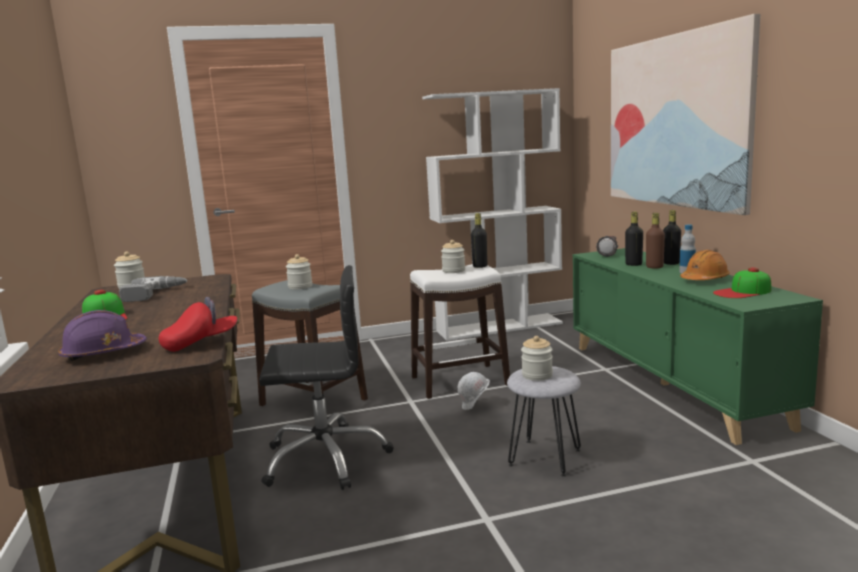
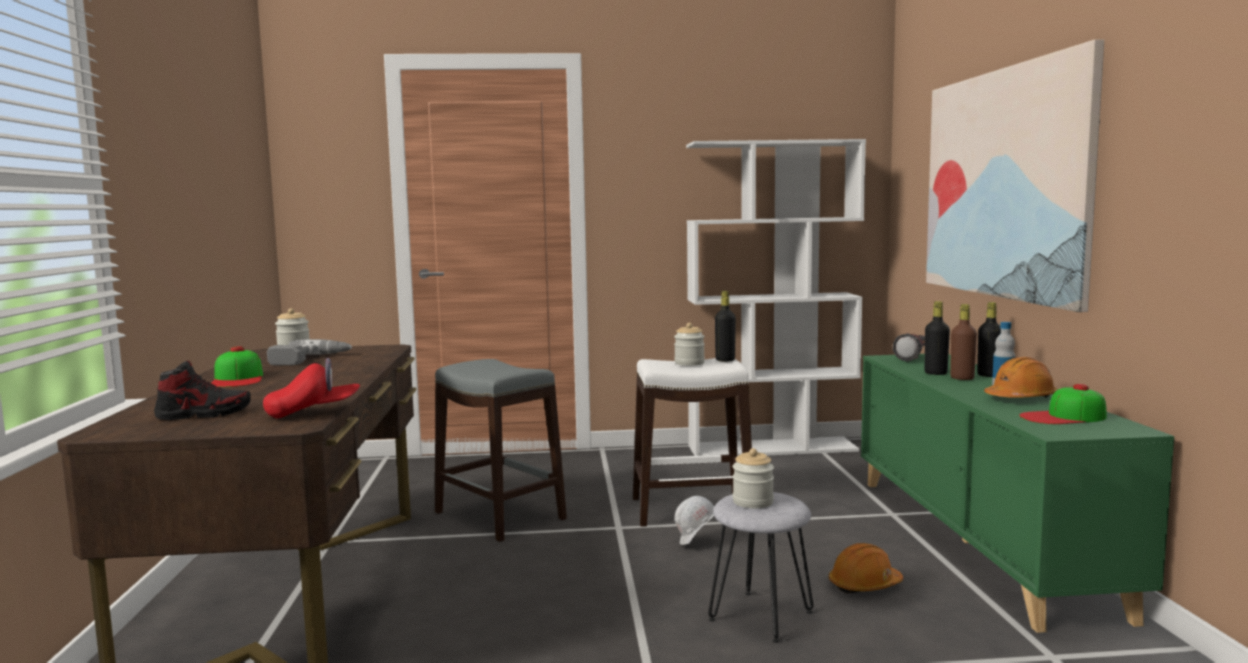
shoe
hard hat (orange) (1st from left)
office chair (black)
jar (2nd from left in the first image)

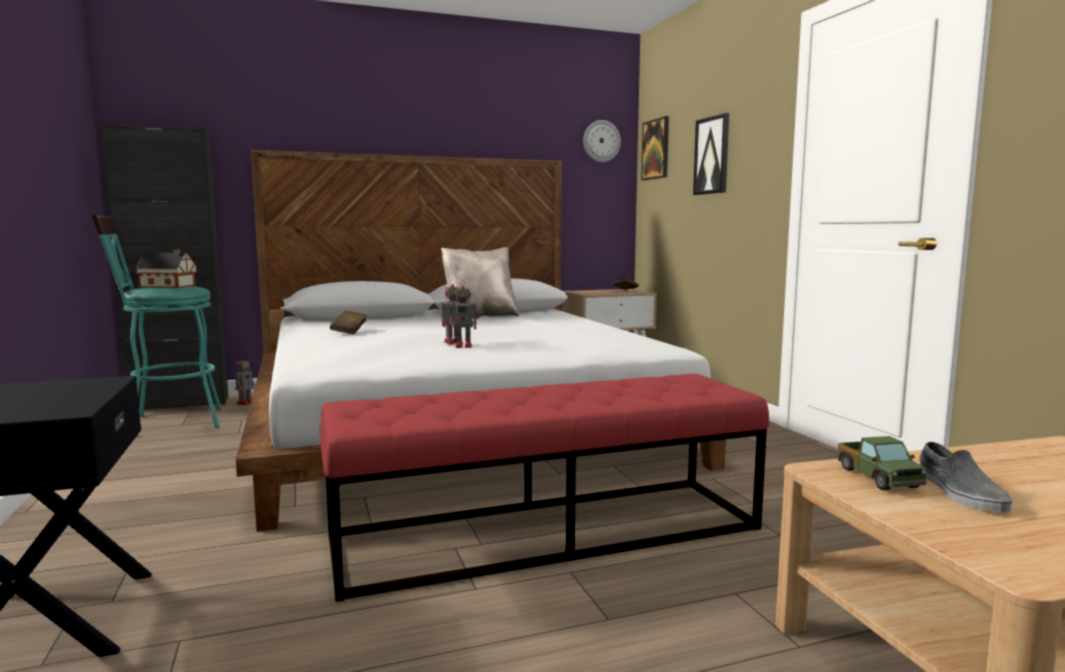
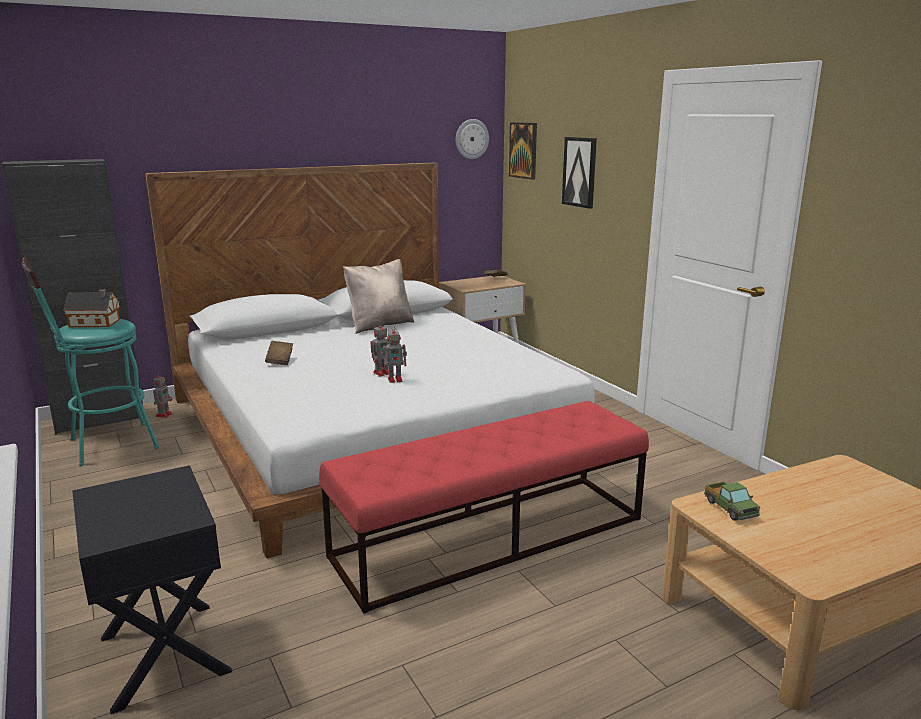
shoe (grey)

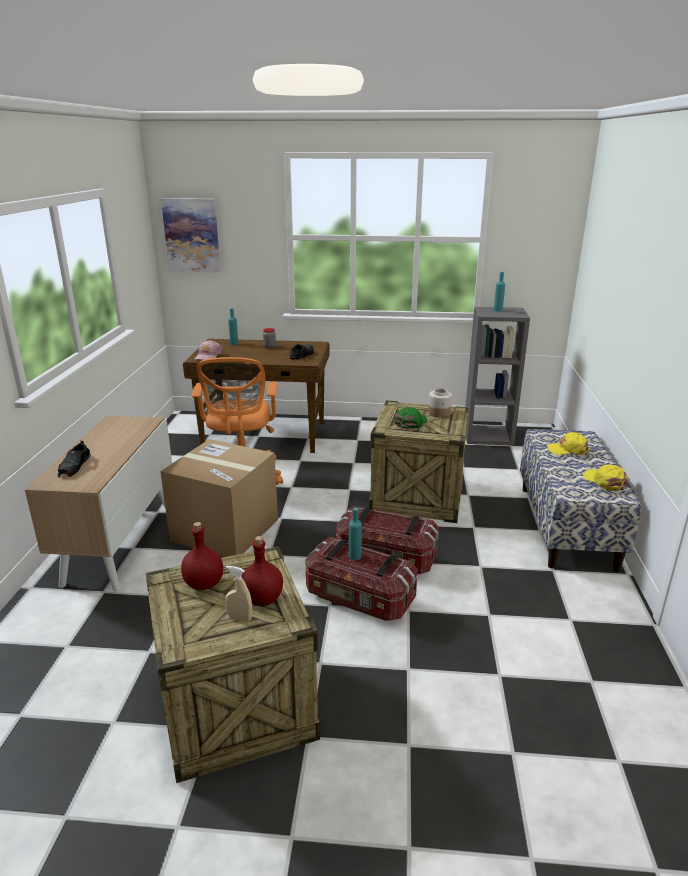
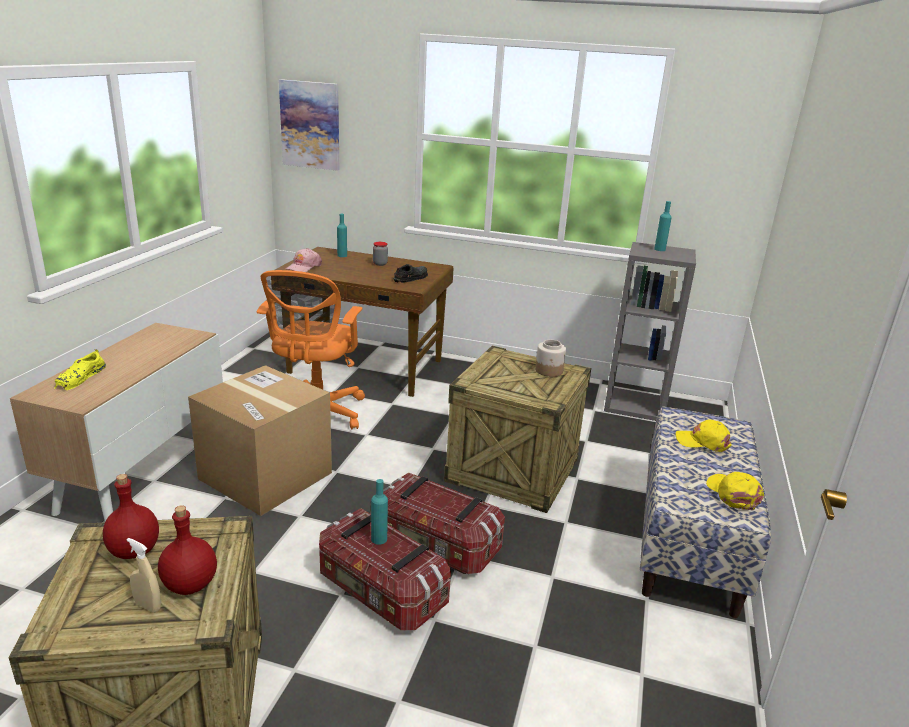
shoe (yellow)
cap (green)

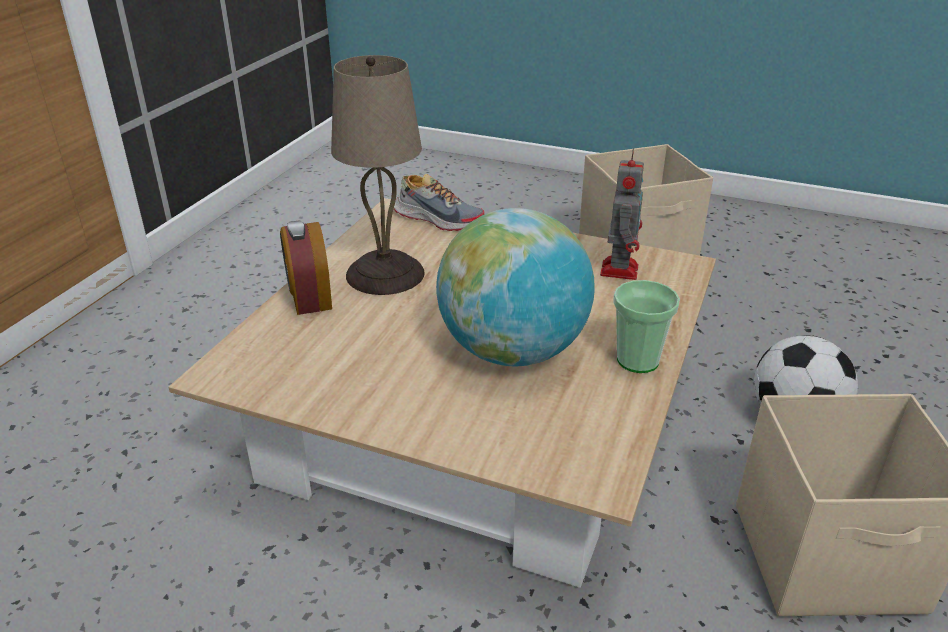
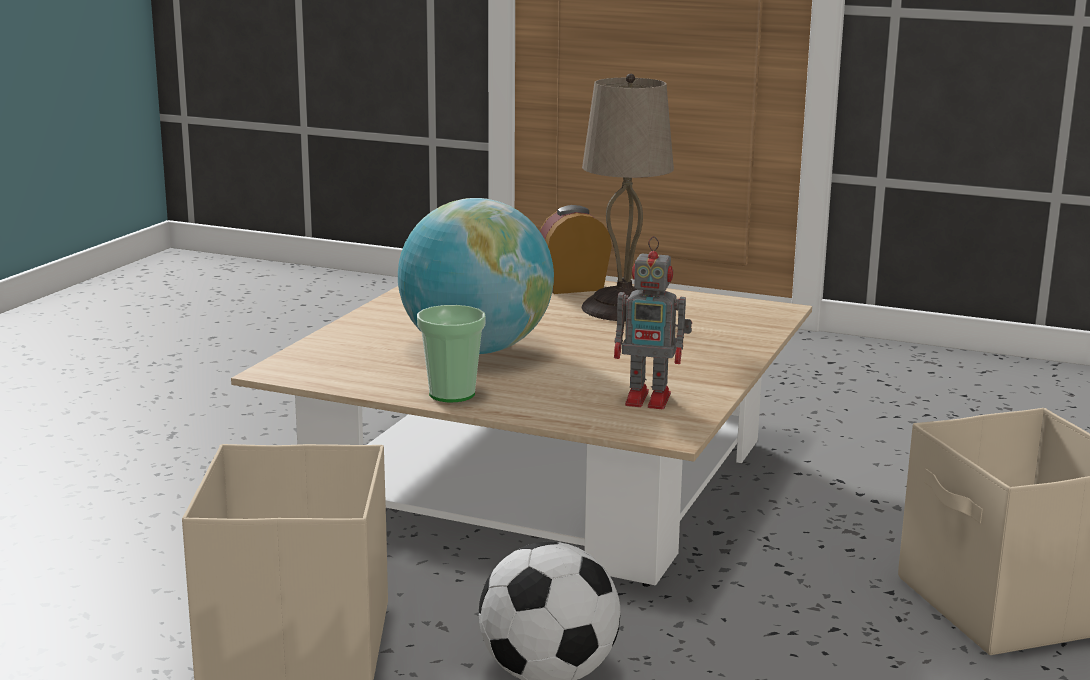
shoe

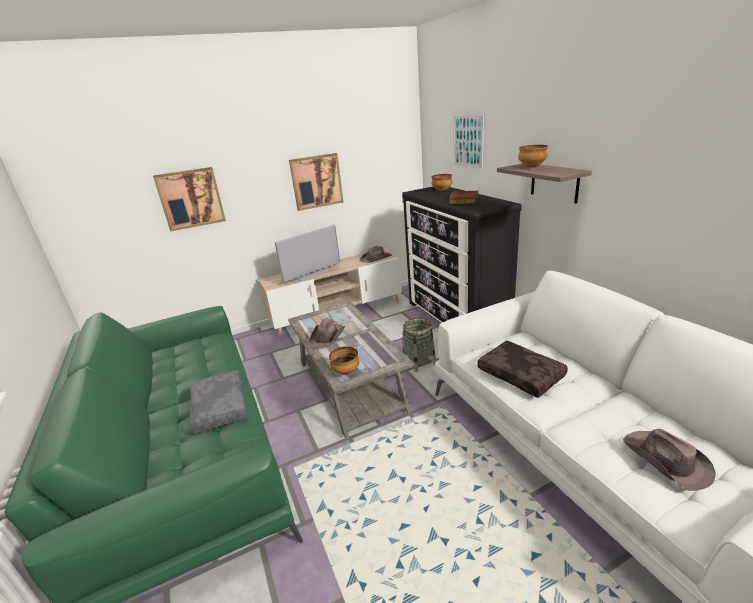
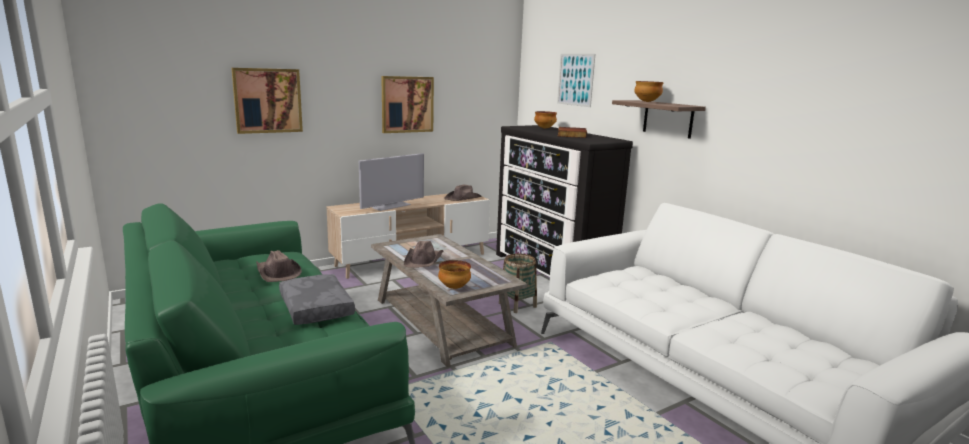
hat (brown) (1st from left)
pillow (brown)

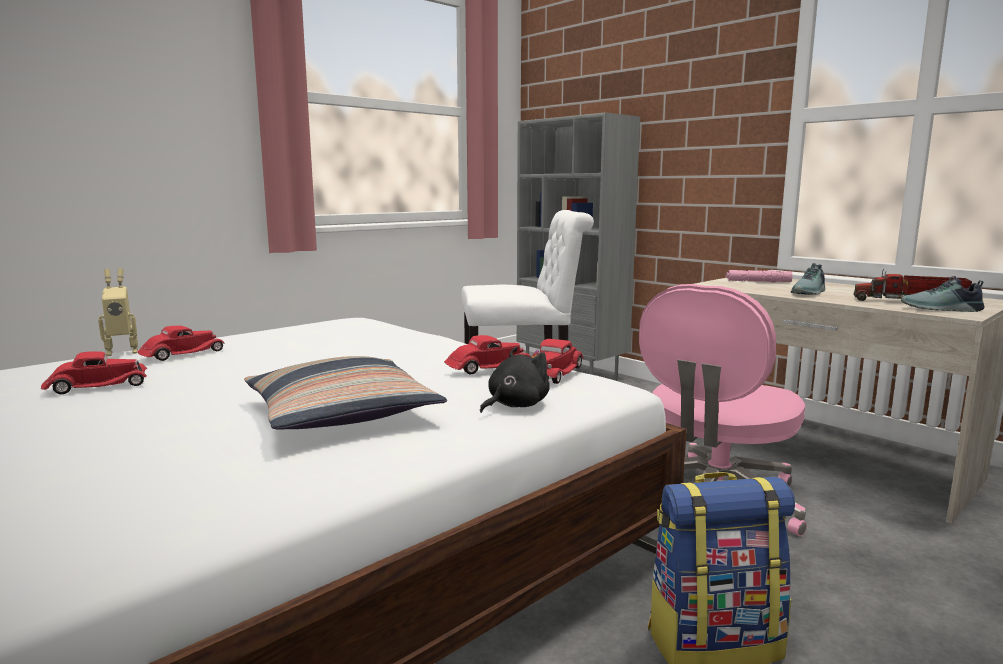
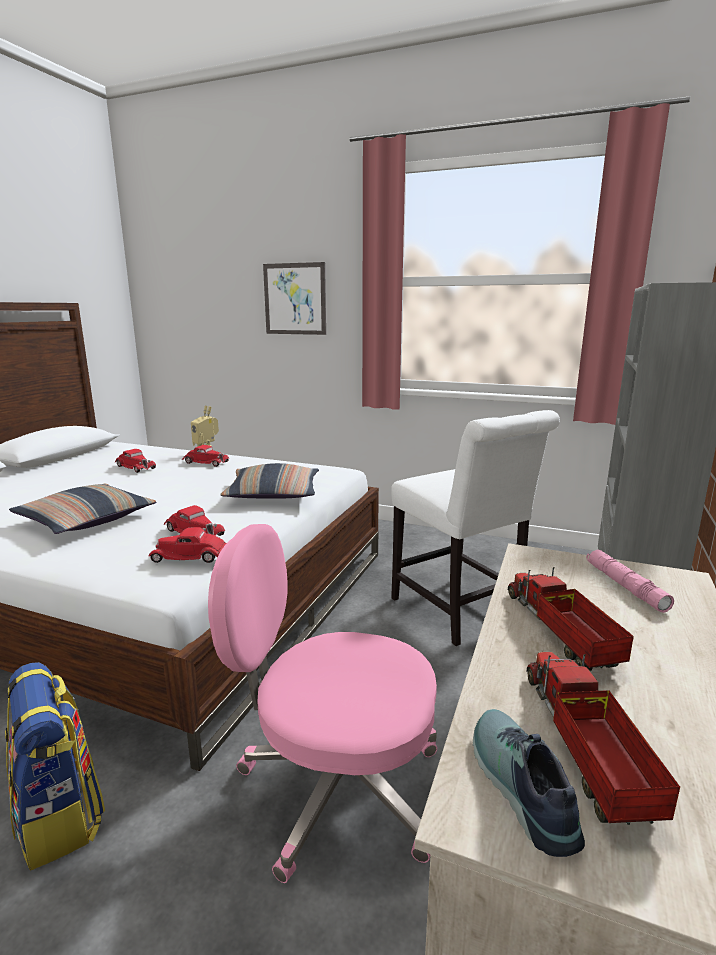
pillow (2nd from left)
picture
toy truck (1st from left)
plush toy (black)

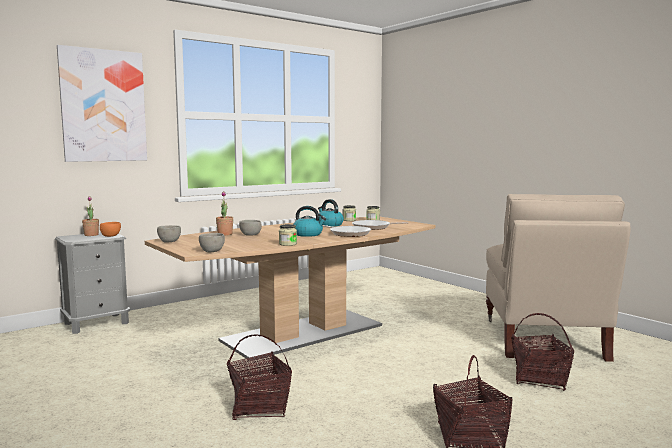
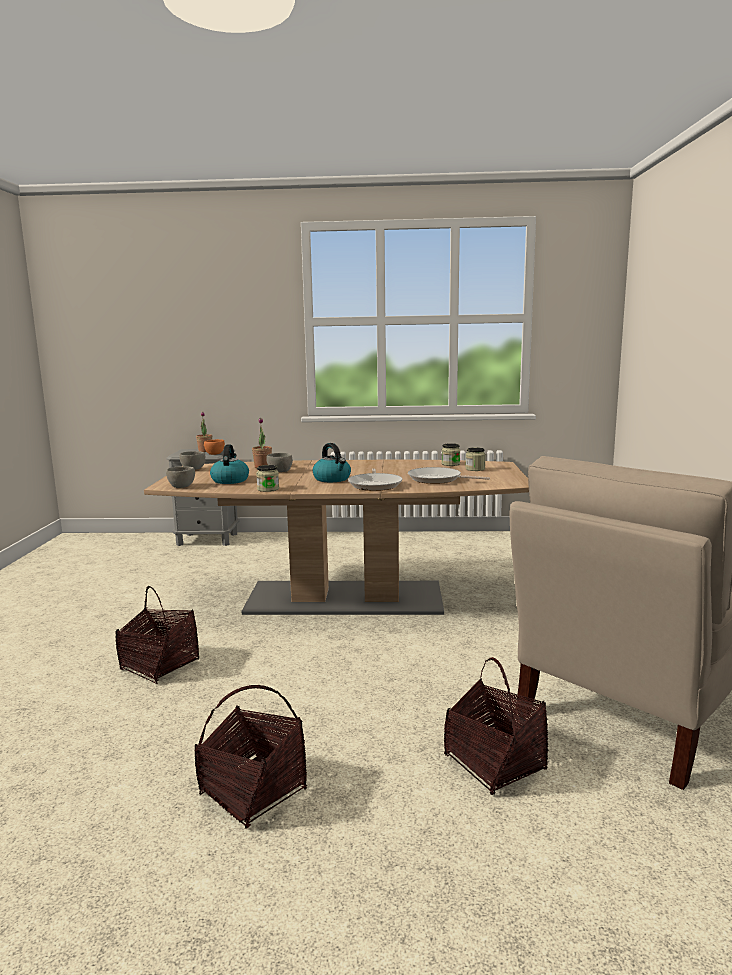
kettle (1st from left)
picture

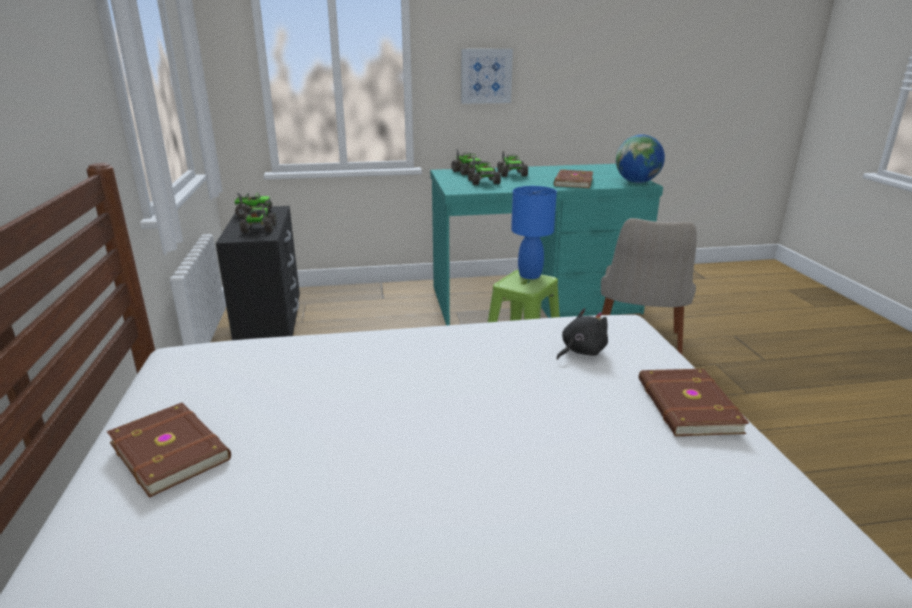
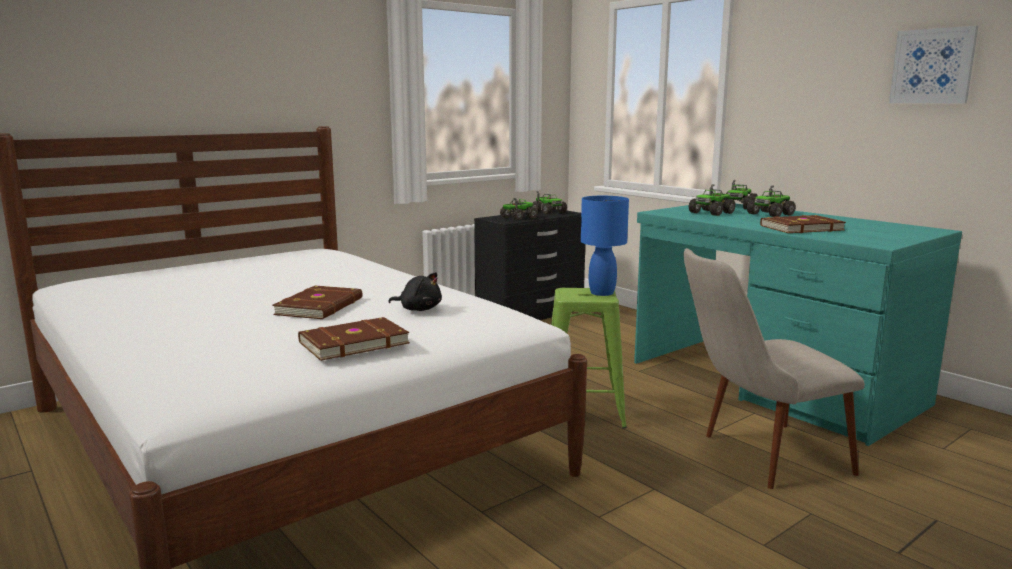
book (brown) (1st from left)
picture
globe

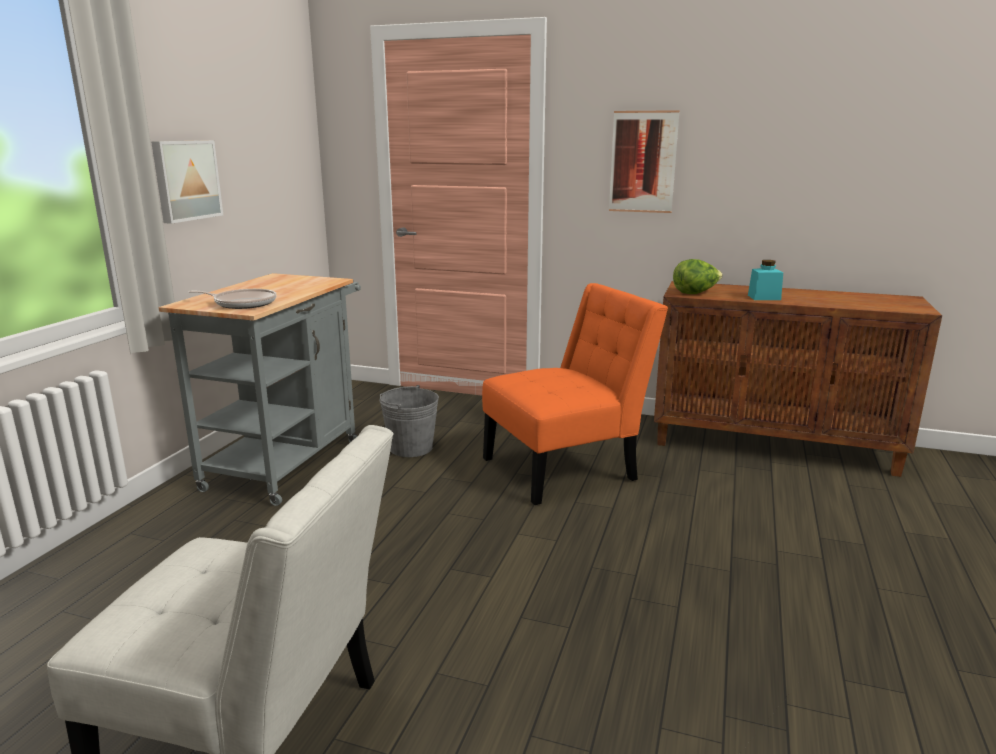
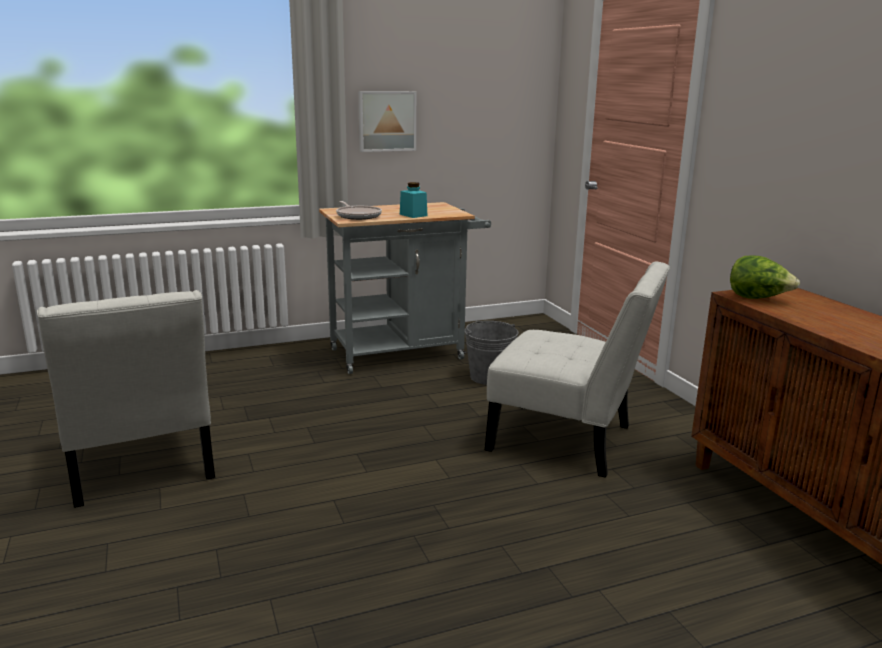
jar (turquoise)
chair (white) (2nd from left)
picture (2nd from left in the first image)

